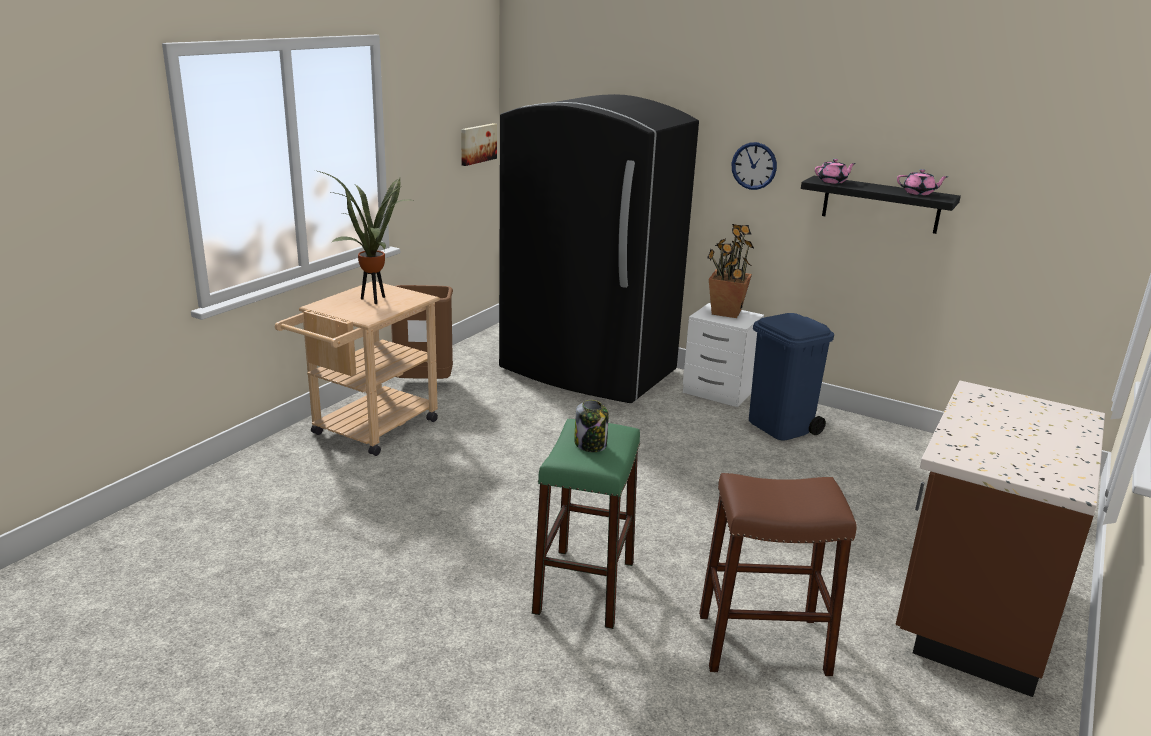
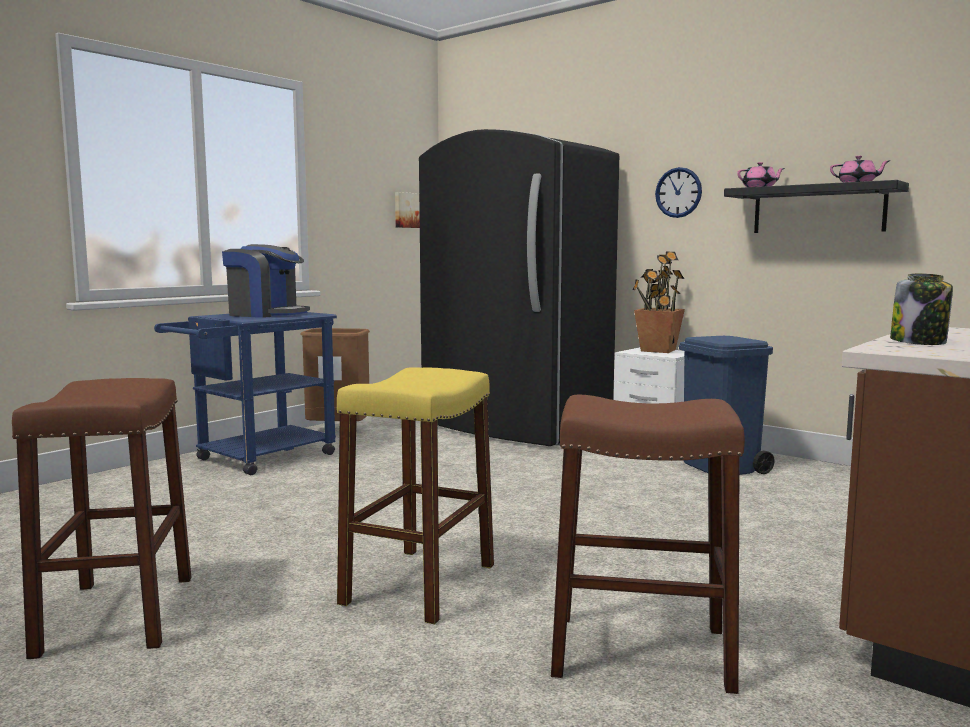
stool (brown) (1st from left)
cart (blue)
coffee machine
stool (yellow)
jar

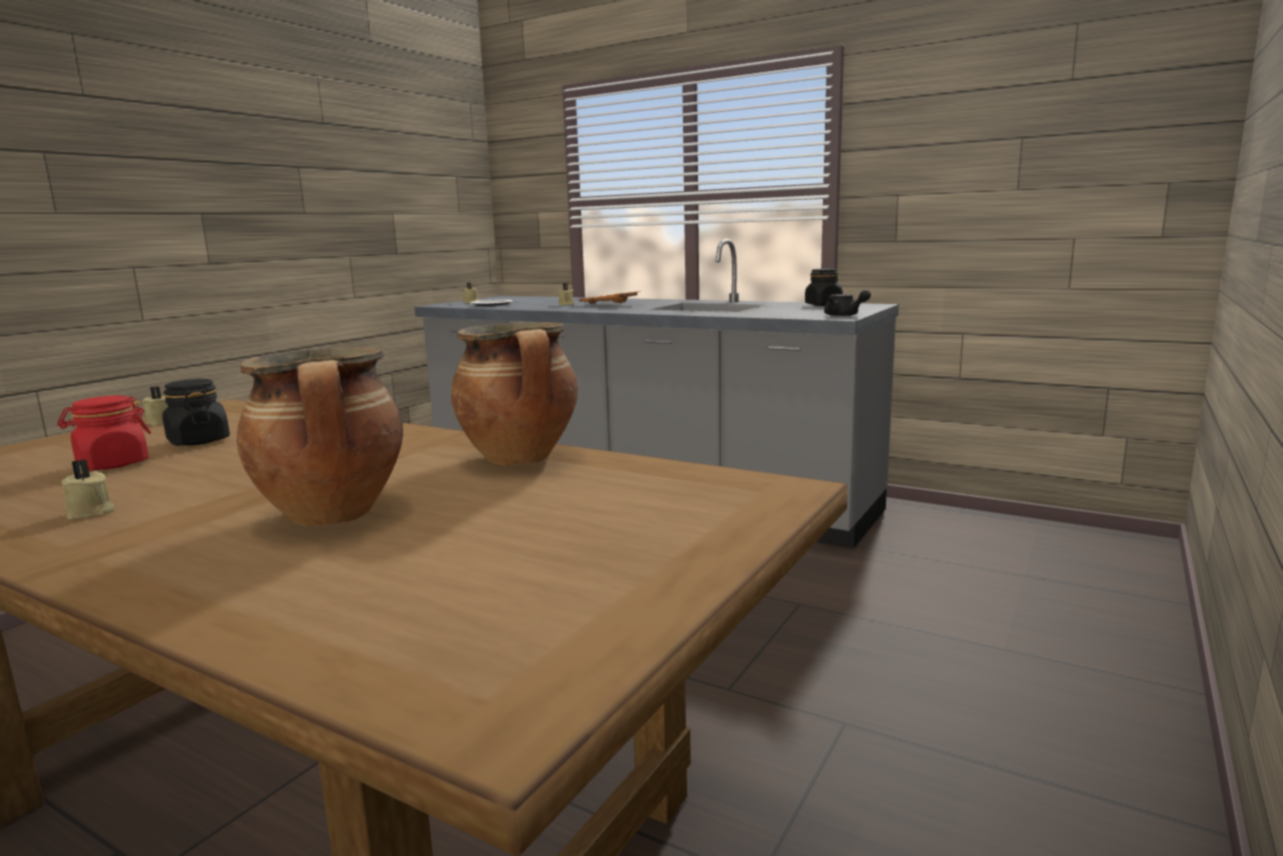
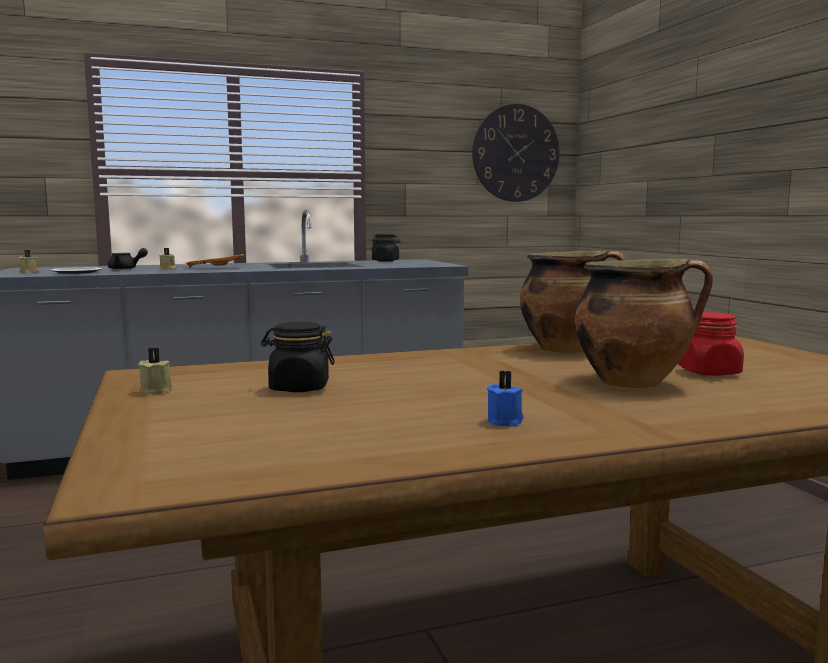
teapot (black)
wall clock
candle (blue)
jar (red)

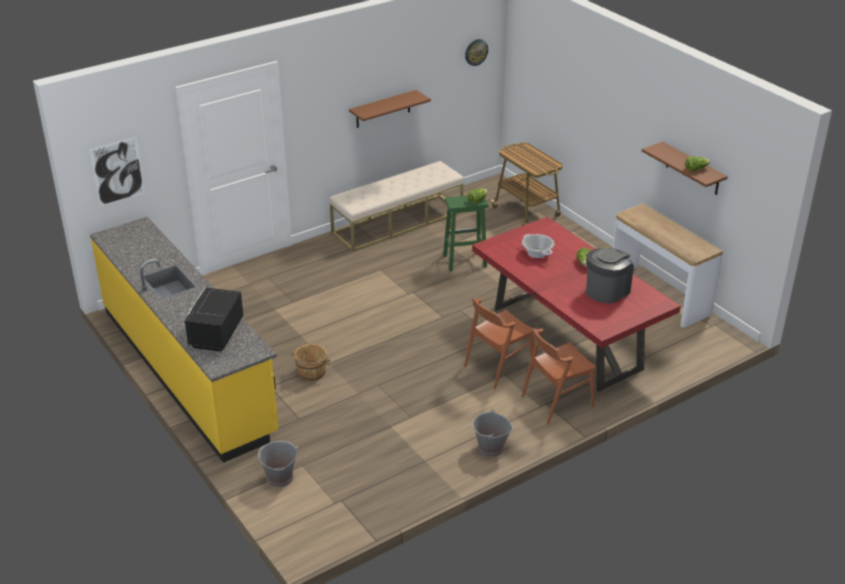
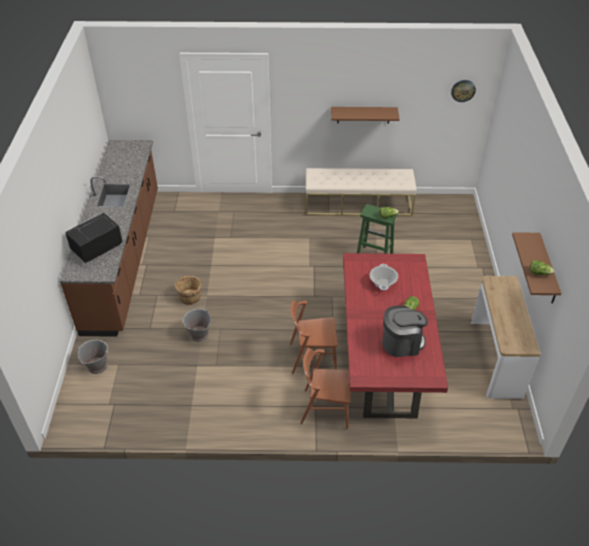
counter (brown)
bucket (grey) (2nd from left)
picture
cart

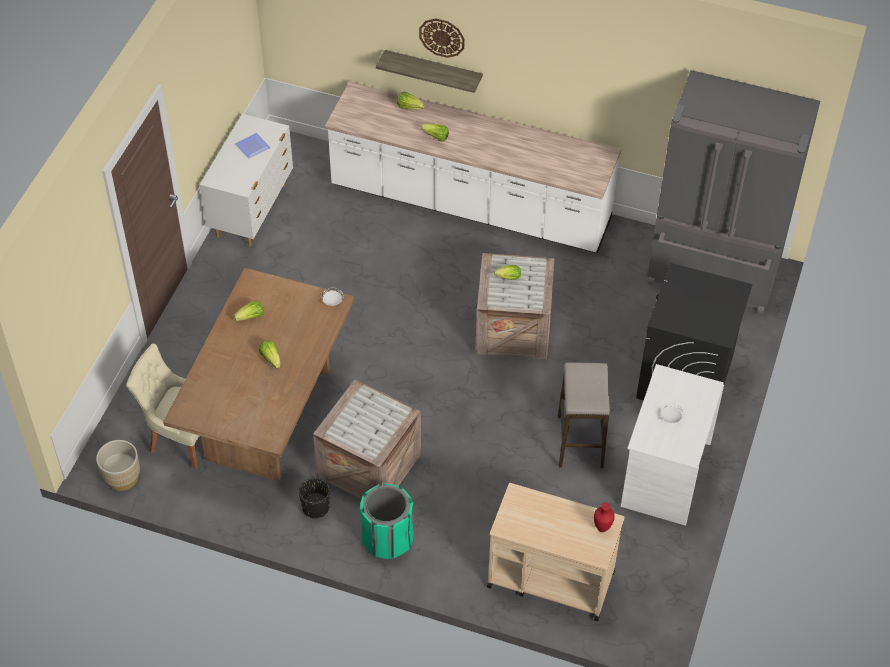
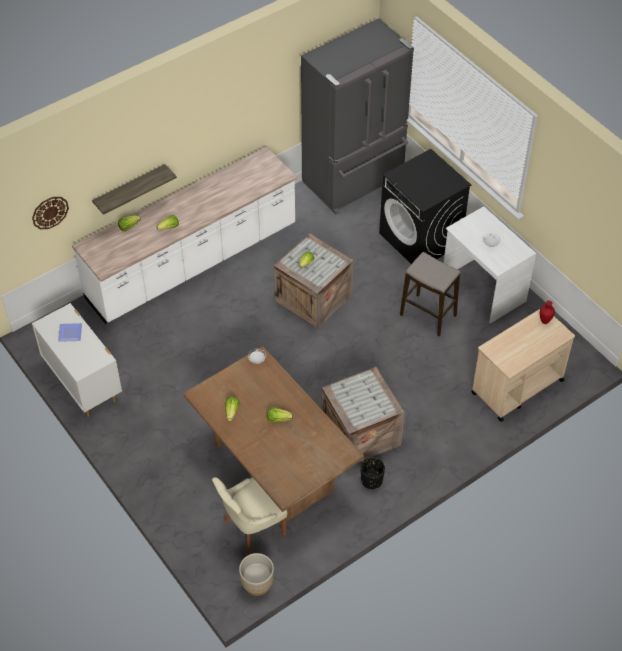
wall clock
trash can (green)

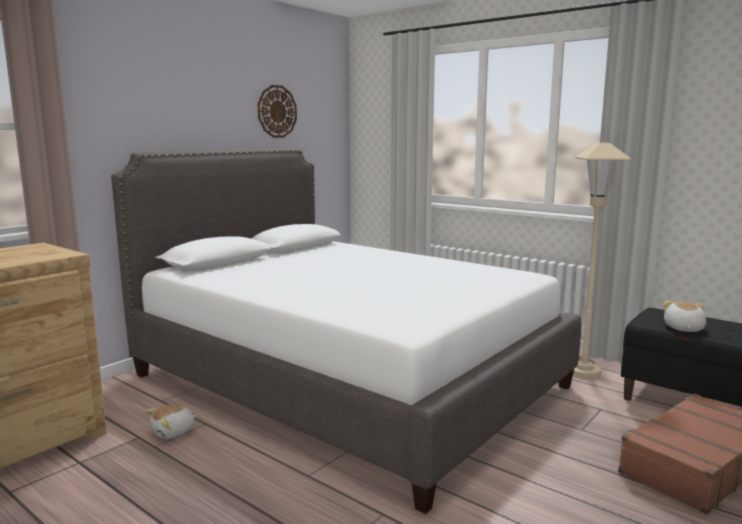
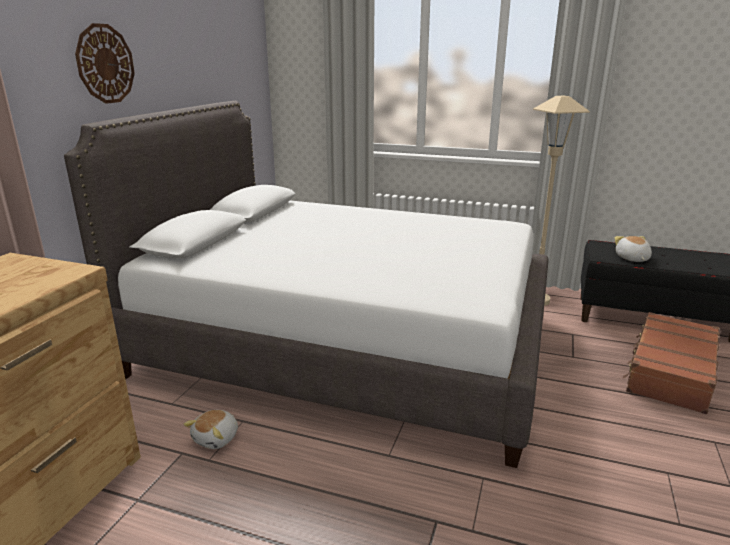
wall clock

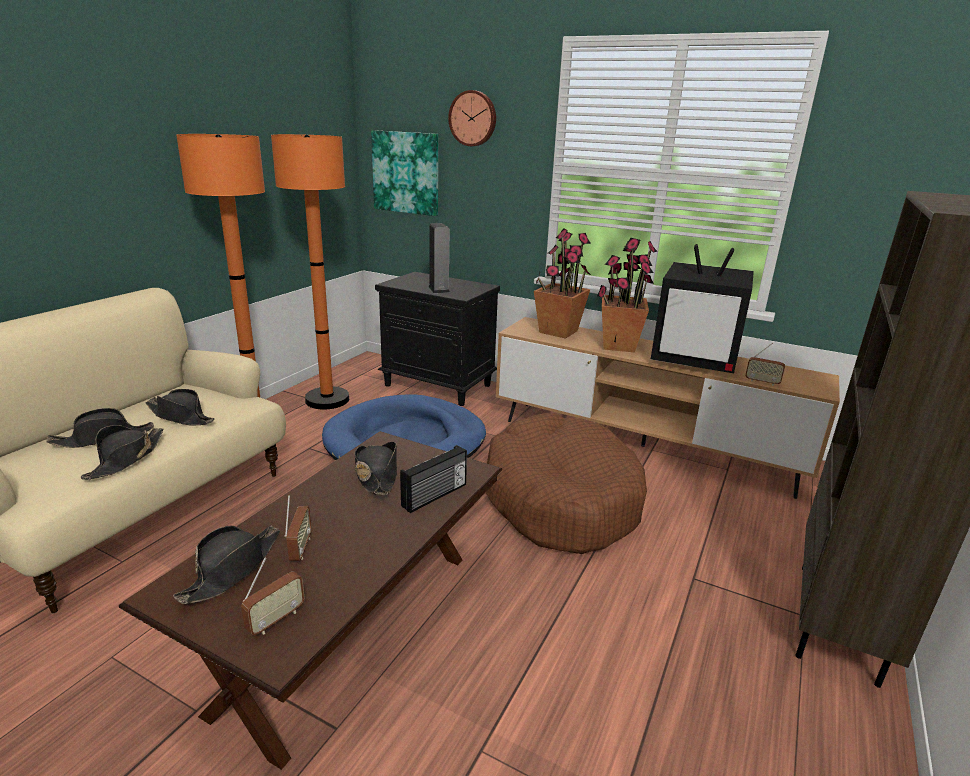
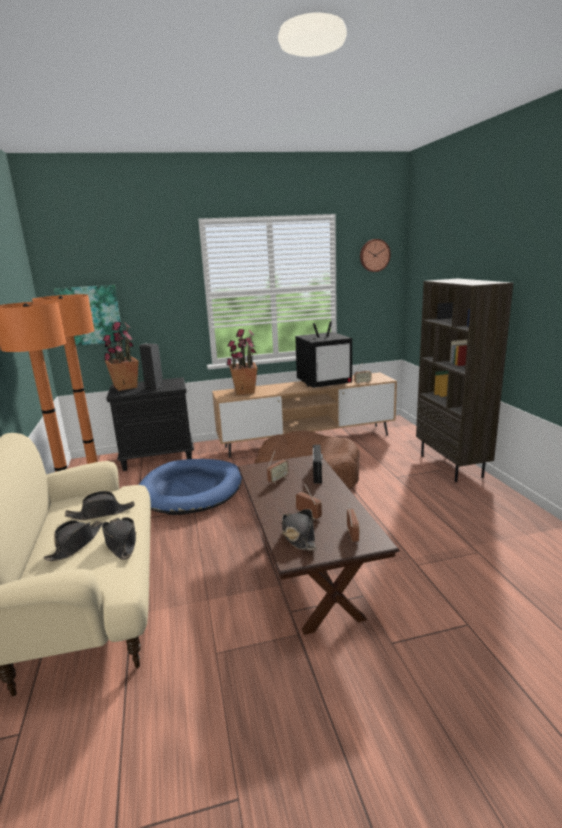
potted plant (1st from left)
radio (1st from left)
wall clock

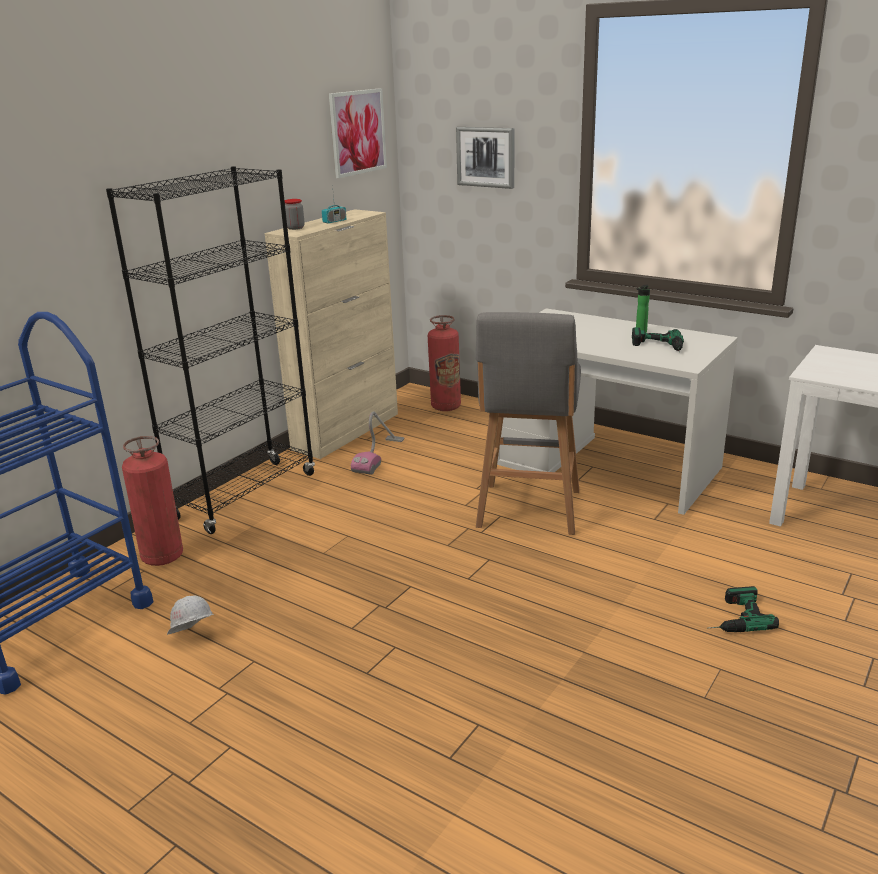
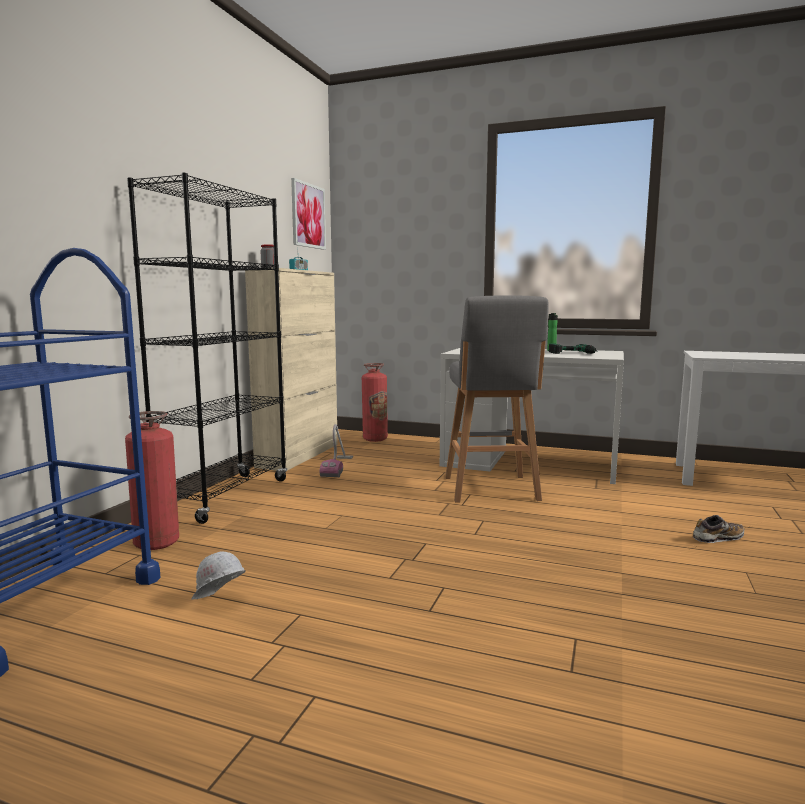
shoe
picture (2nd from left in the first image)

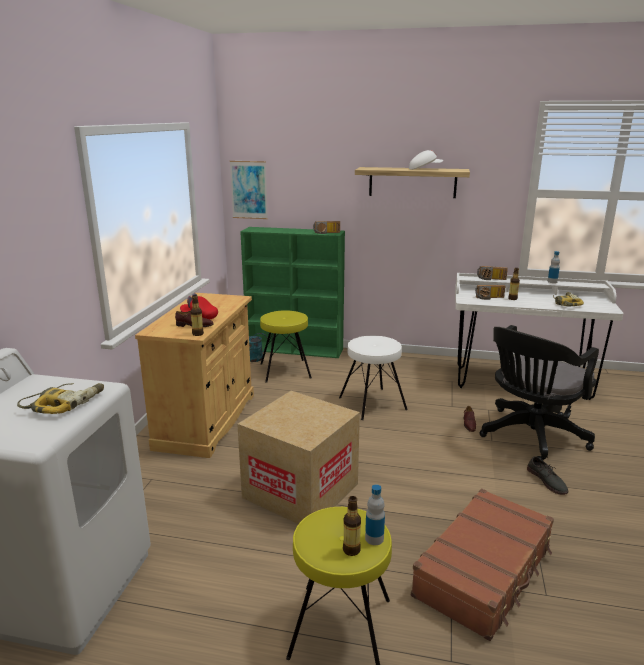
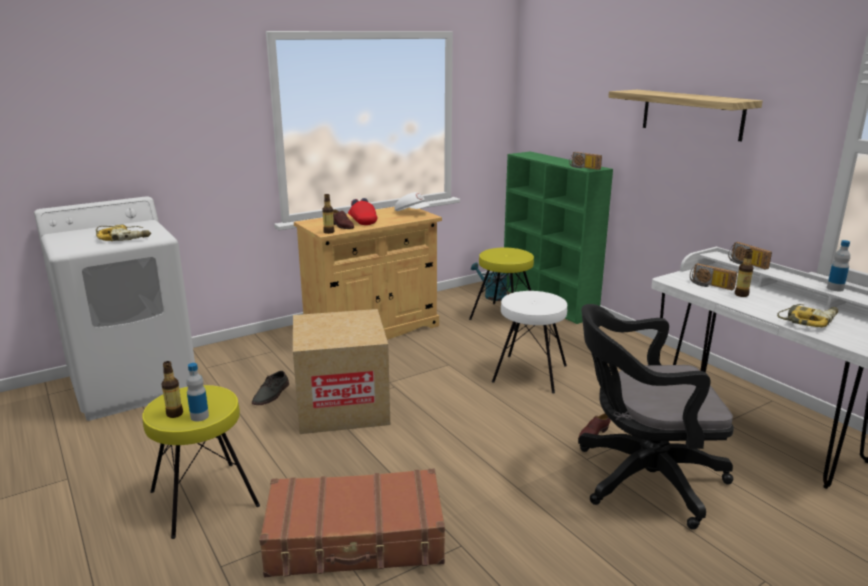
shoe (grey)
cap (white)
picture

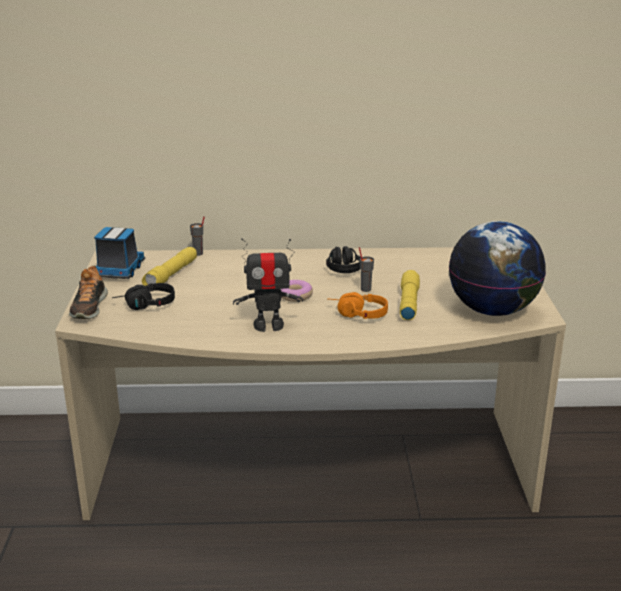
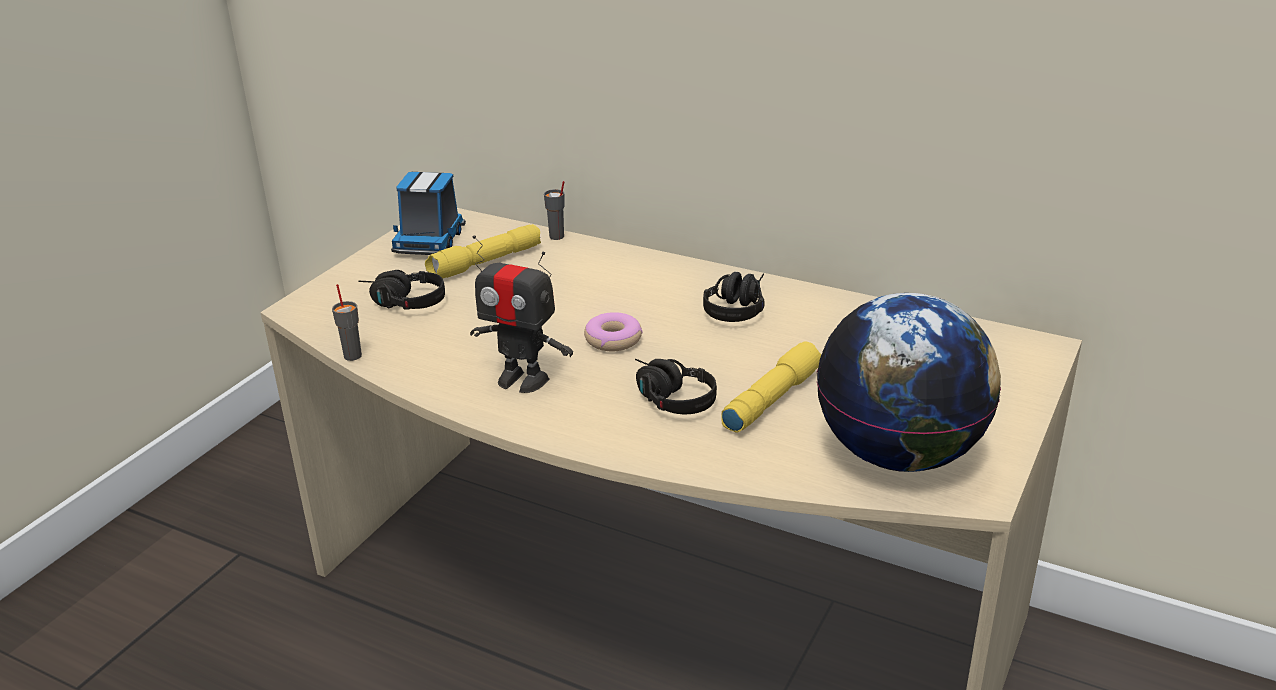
cup (grey) (1st from left)
toy truck
headphones (black) (2nd from left)
shoe

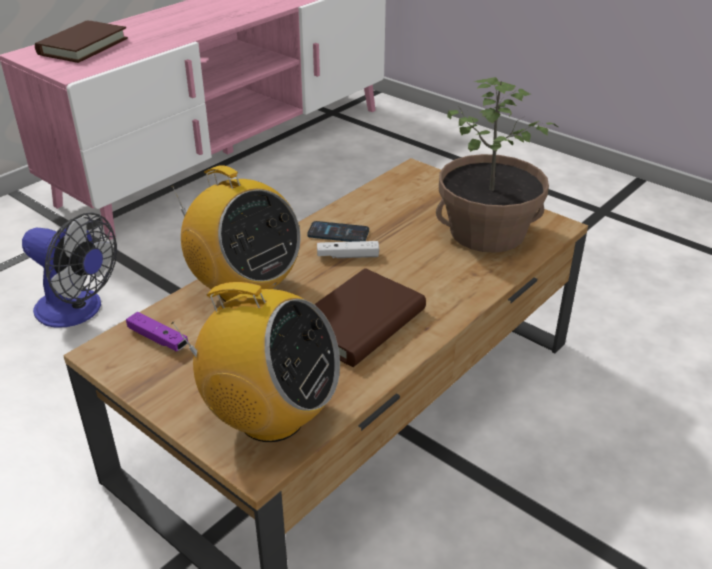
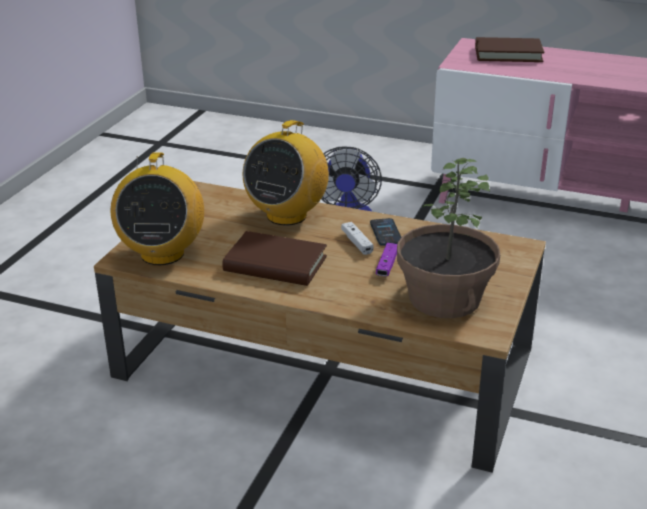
game controller (purple)

